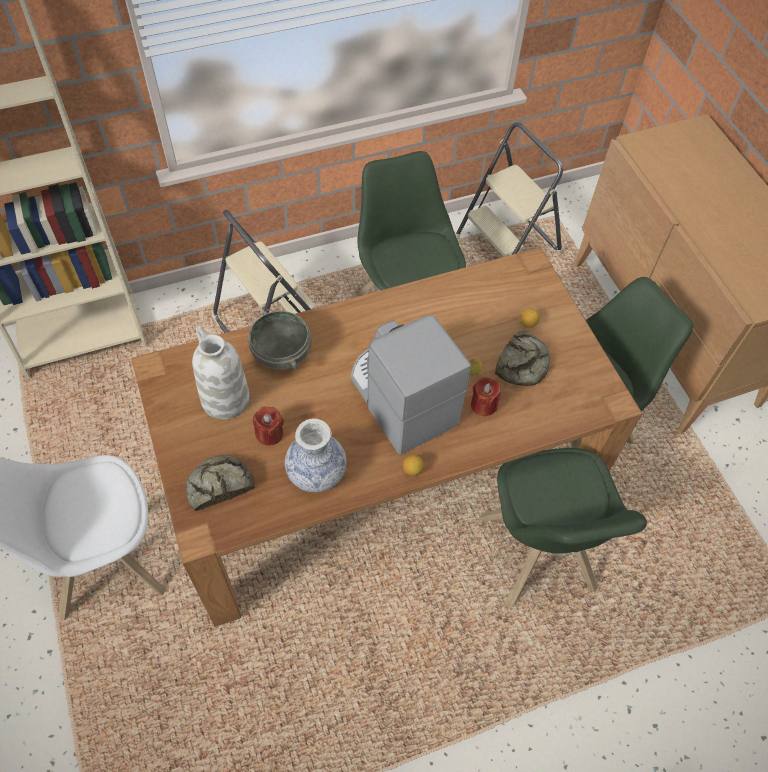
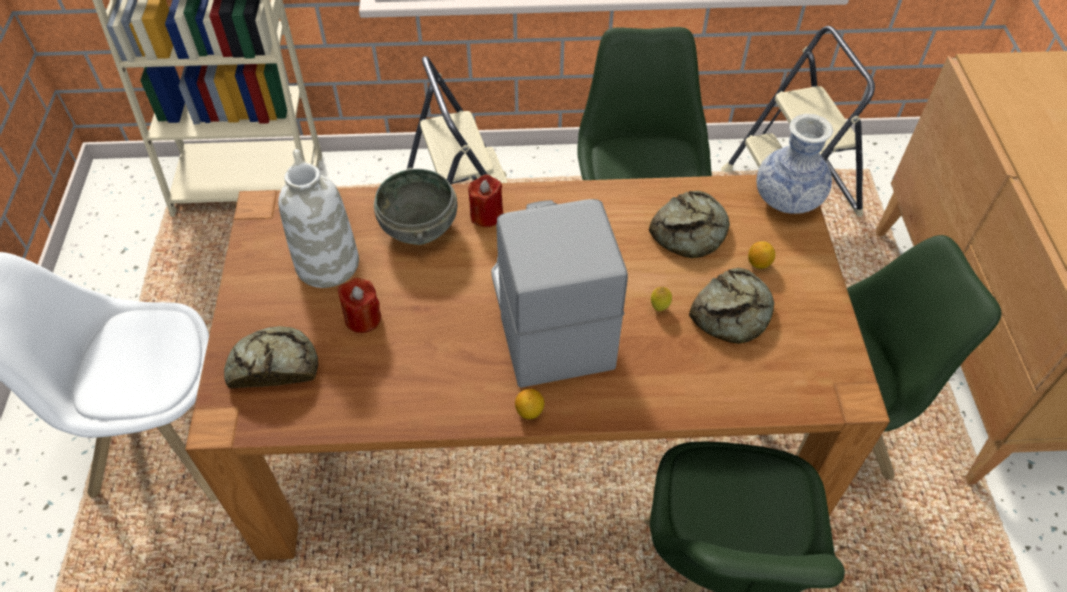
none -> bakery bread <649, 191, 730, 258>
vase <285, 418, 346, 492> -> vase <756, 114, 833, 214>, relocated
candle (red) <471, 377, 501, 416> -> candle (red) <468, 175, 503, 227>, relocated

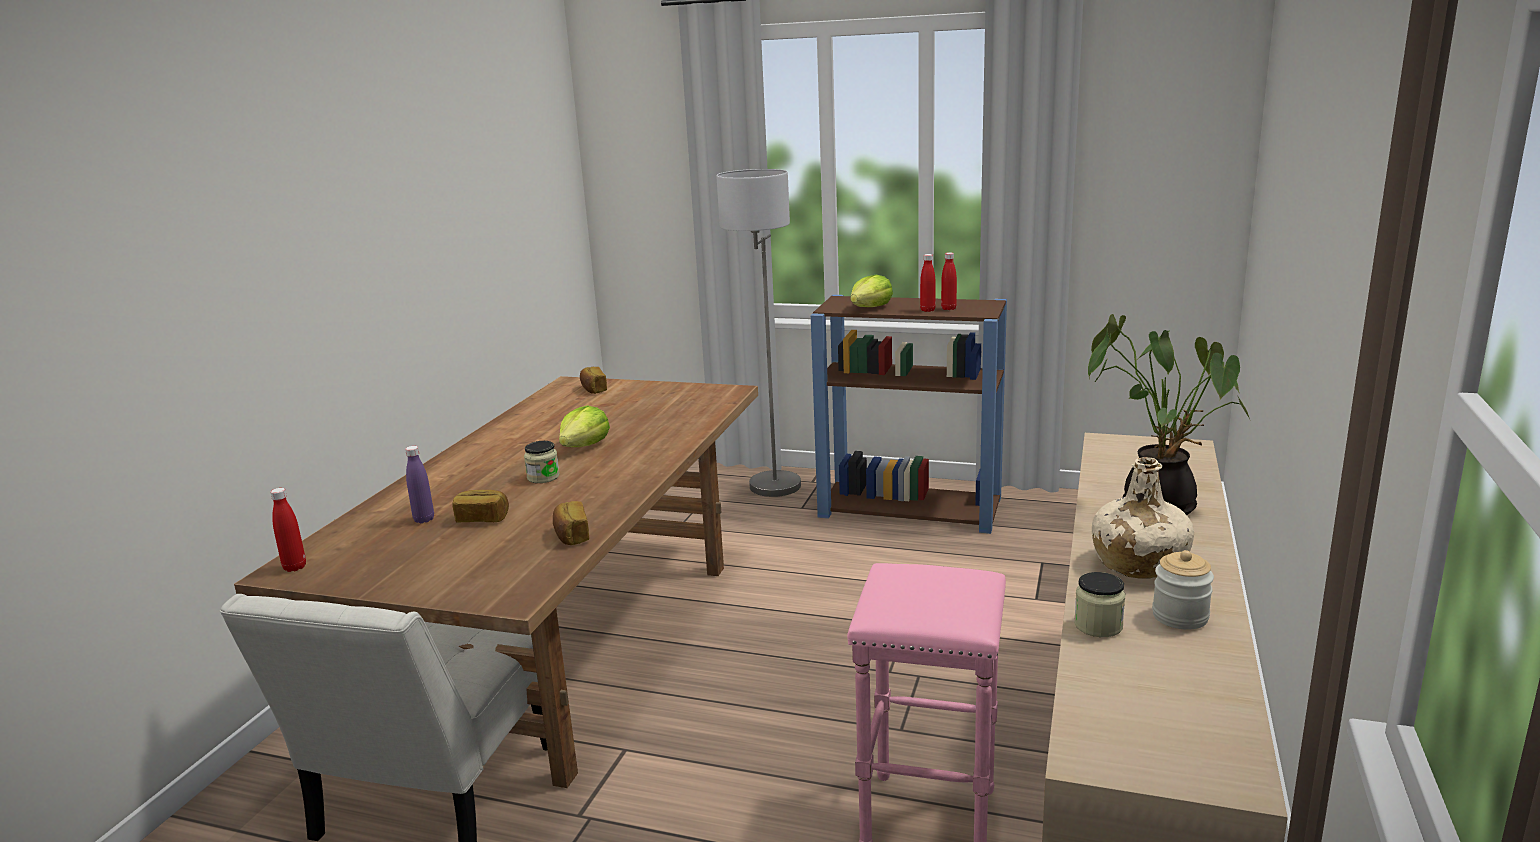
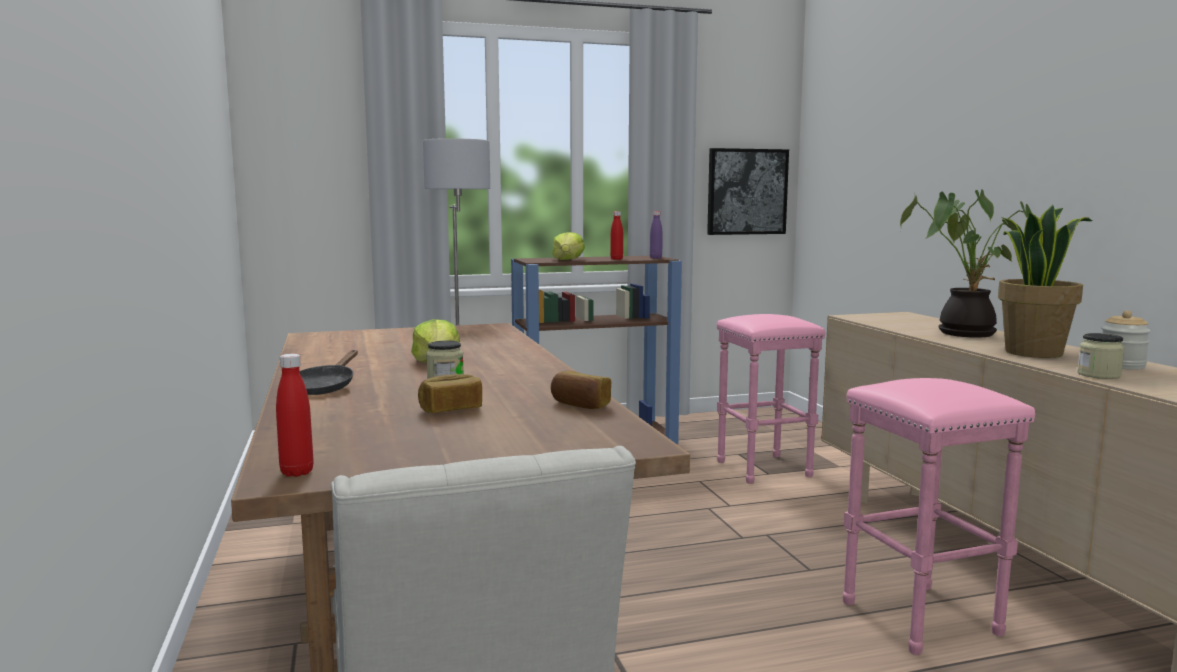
bakery bread <580, 367, 607, 394> -> none
drink bottle (red) <941, 252, 957, 310> -> none
none -> skillet (blackish) <300, 350, 358, 395>
none -> wall art <707, 148, 789, 235>
none -> stool (pink) <717, 314, 825, 484>
drink bottle (purple-coloured) <405, 446, 434, 523> -> drink bottle (purple-coloured) <650, 211, 663, 258>, relocated
drink bottle (sand-coloured) <1092, 457, 1194, 579> -> potted plant <998, 205, 1092, 358>

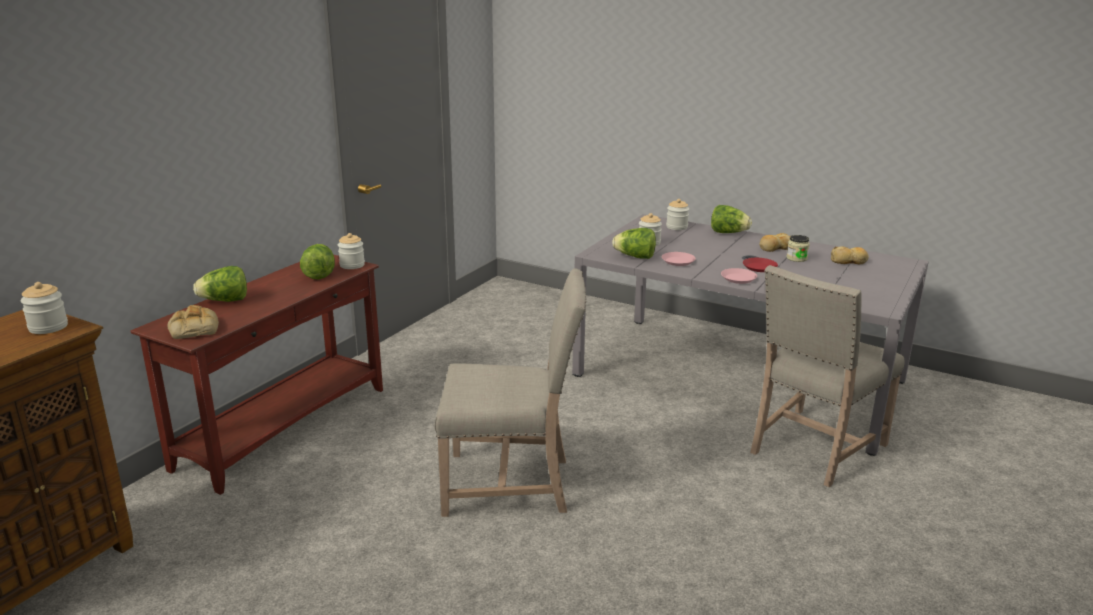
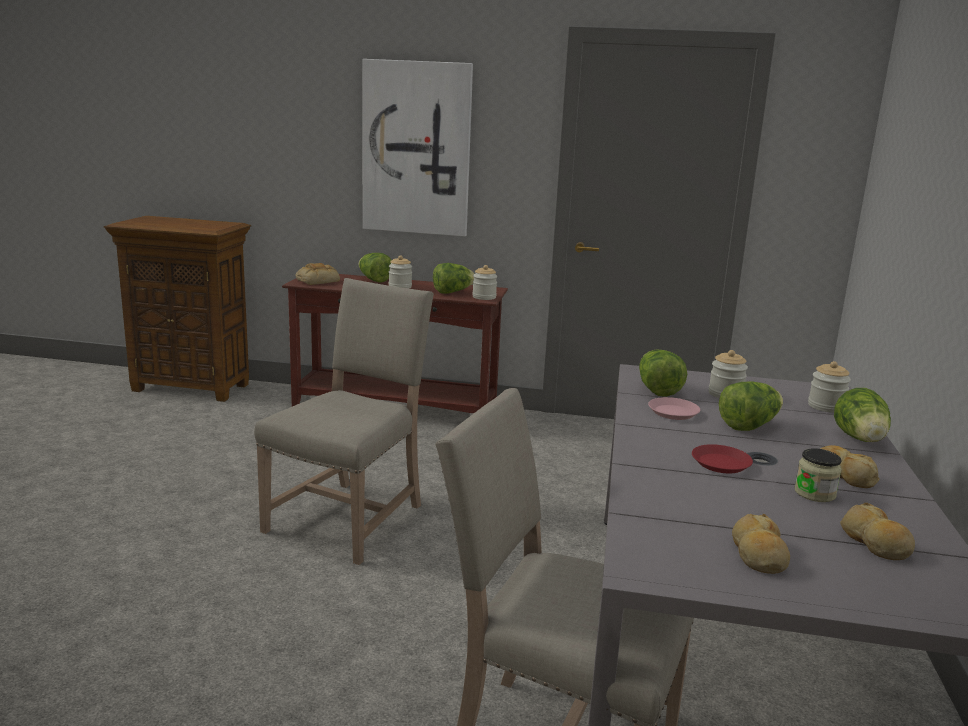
plate (pink) <721, 268, 757, 284> -> none
none -> wall art <362, 59, 473, 236>
none -> lettuce head <719, 382, 783, 431>
none -> bakery bread <732, 514, 790, 574>
storage jar <20, 282, 68, 334> -> storage jar <389, 255, 412, 289>, relocated
chair (sand-coloured) <435, 268, 586, 517> -> chair (sand-coloured) <254, 278, 434, 565>, 135 degrees counterclockwise

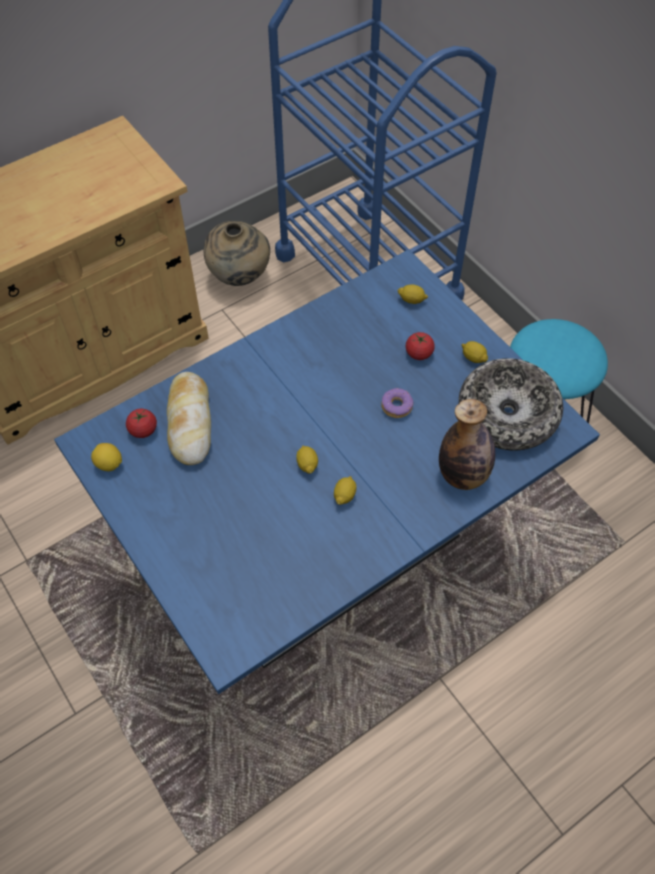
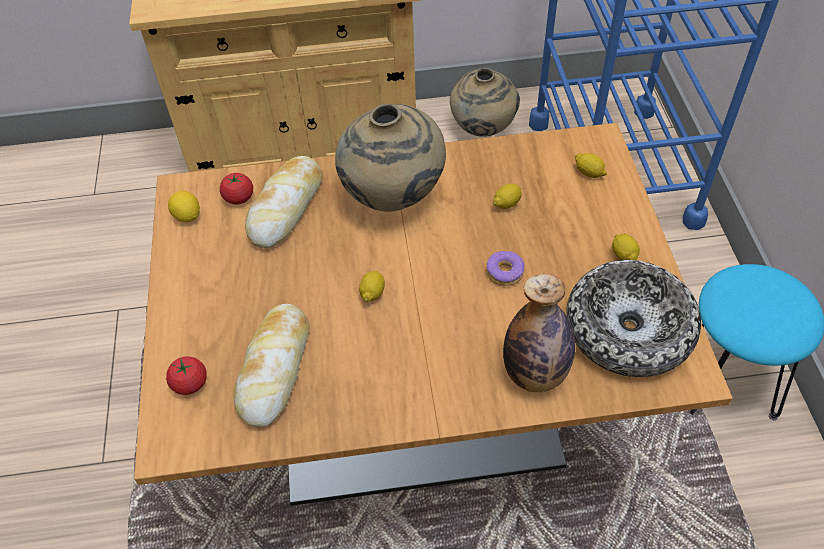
none -> bakery bread <234, 304, 310, 427>
none -> vase (sand-coloured) <335, 104, 446, 212>
lemon <334, 476, 356, 505> -> lemon <493, 184, 522, 209>, relocated
tomato <406, 332, 435, 360> -> tomato <166, 356, 207, 395>, relocated
dinner table (blue-coloured) <54, 249, 600, 694> -> dinner table (brown-coloured) <134, 123, 733, 506>

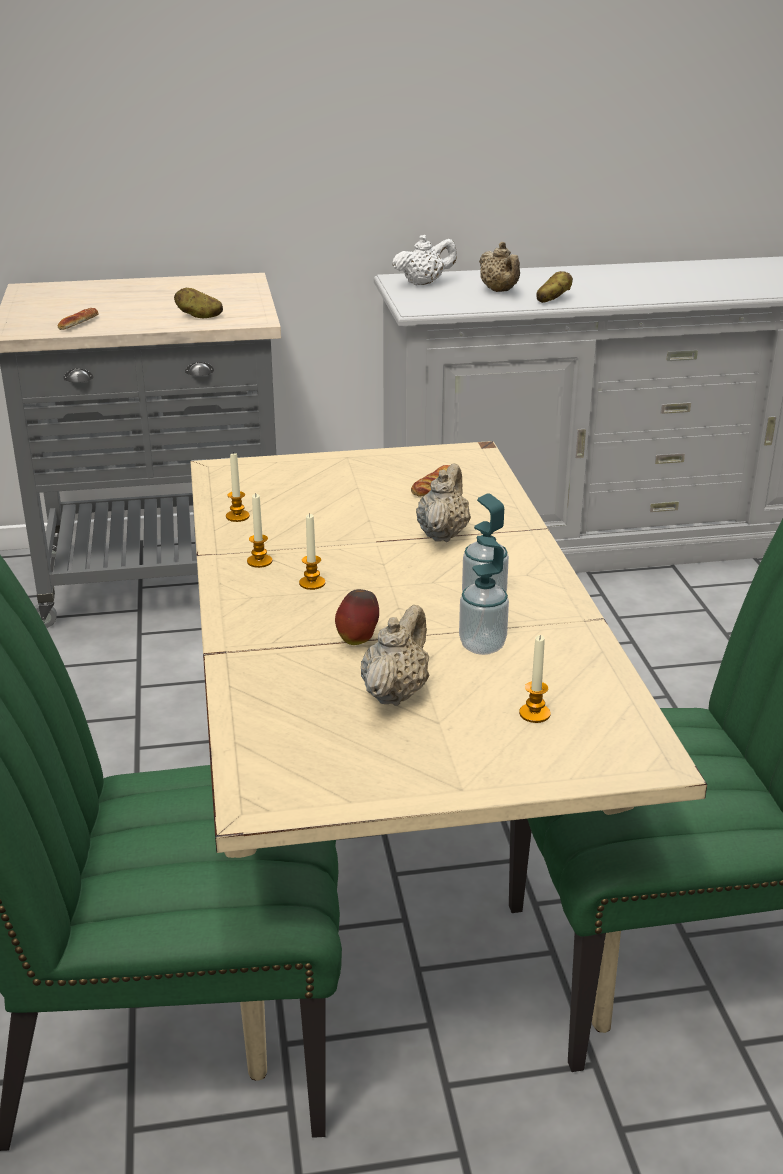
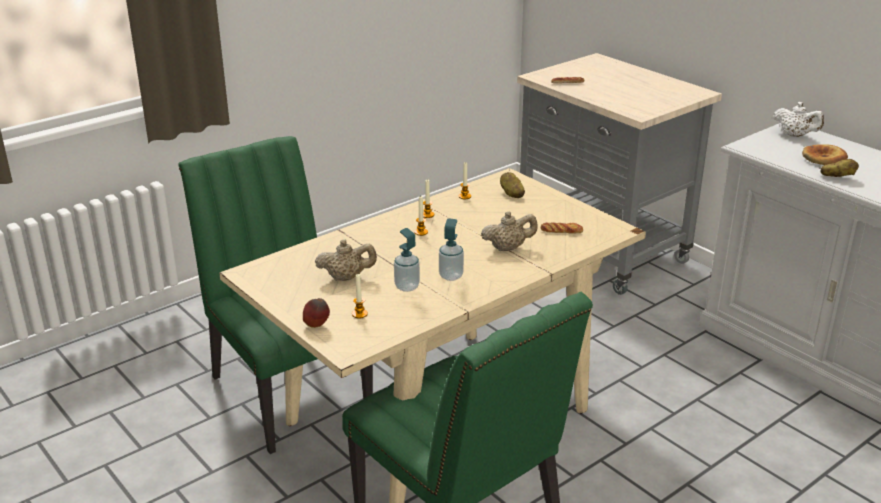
potato <174, 288, 223, 318> -> potato <500, 172, 525, 198>, relocated
whole apple <335, 589, 379, 645> -> whole apple <303, 298, 330, 328>, relocated
pot for tea (sand-coloured) <479, 242, 520, 292> -> bakery bread <802, 145, 848, 165>

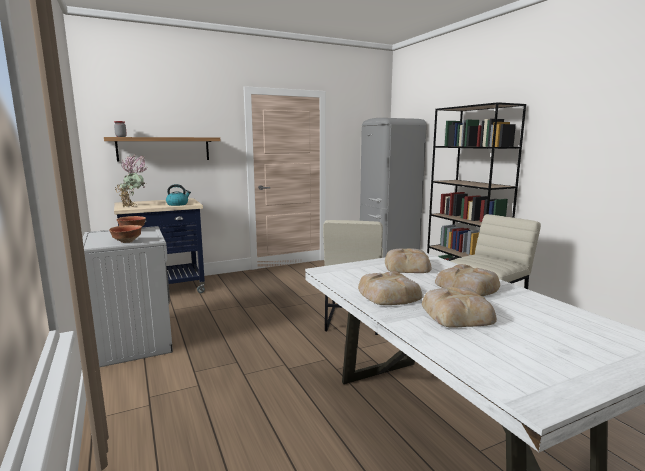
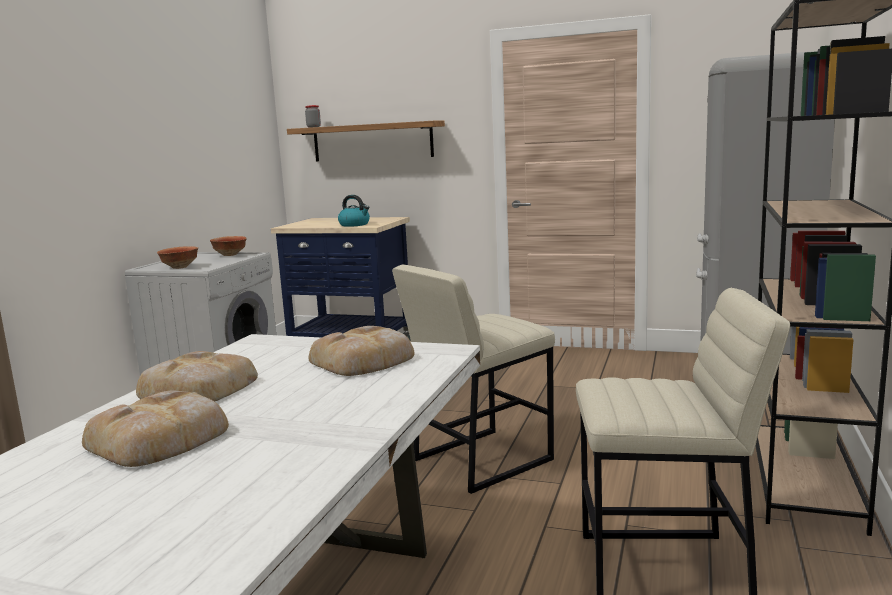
potted plant <115, 155, 148, 207> -> none
bakery bread <435, 264, 500, 296> -> none

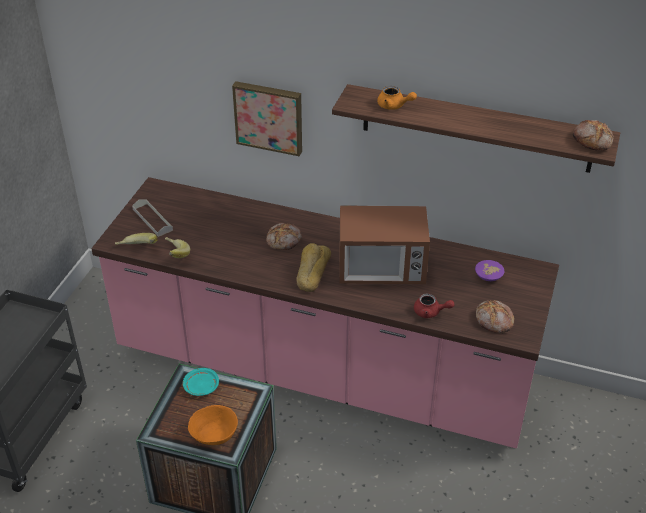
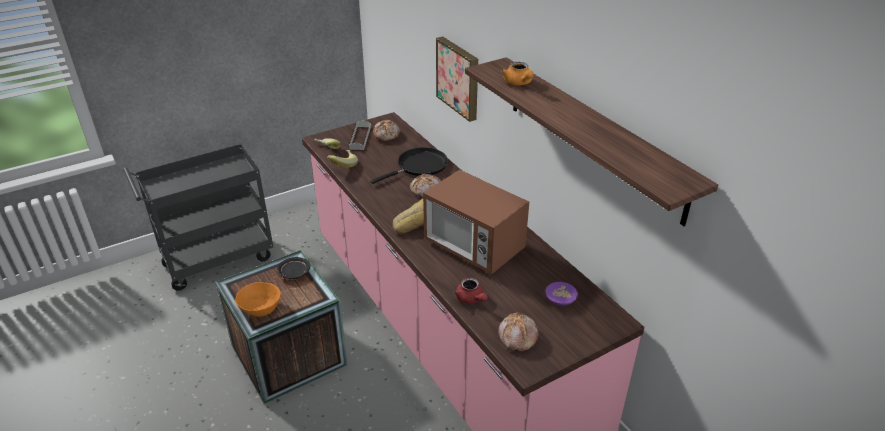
none -> skillet (blackish) <370, 147, 448, 184>
bakery bread <573, 120, 614, 151> -> bakery bread <373, 120, 400, 141>, relocated
plate (turquoise-coloured) <183, 368, 219, 396> -> plate (blackish) <277, 257, 310, 279>

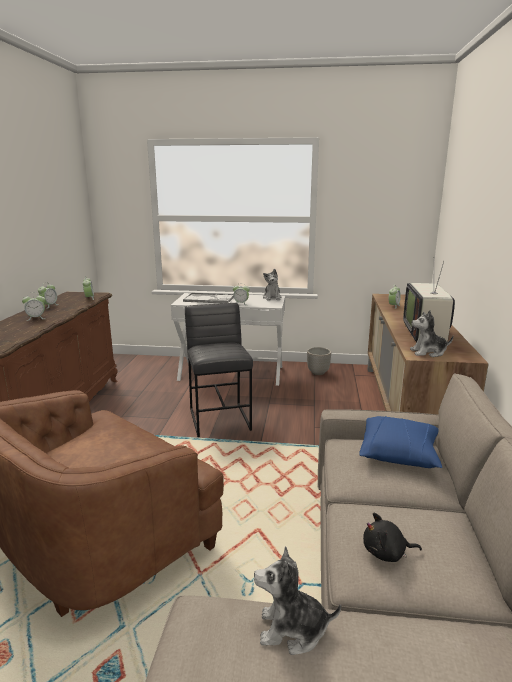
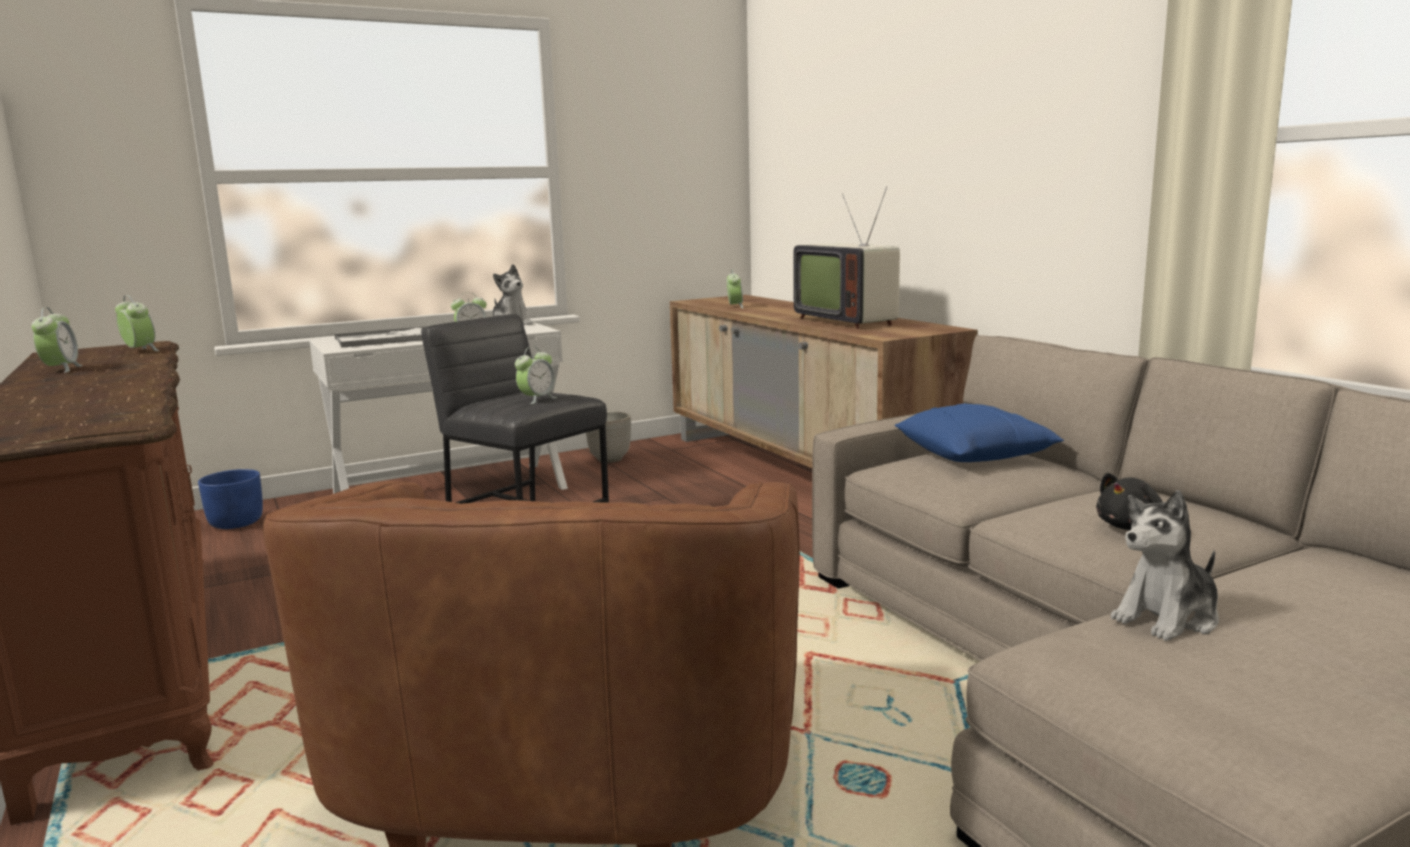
cuddly toy <410, 311, 454, 357> -> none
none -> planter (blue-coloured) <198, 469, 263, 529>
alarm clock <22, 292, 45, 321> -> alarm clock <515, 347, 557, 404>, relocated

